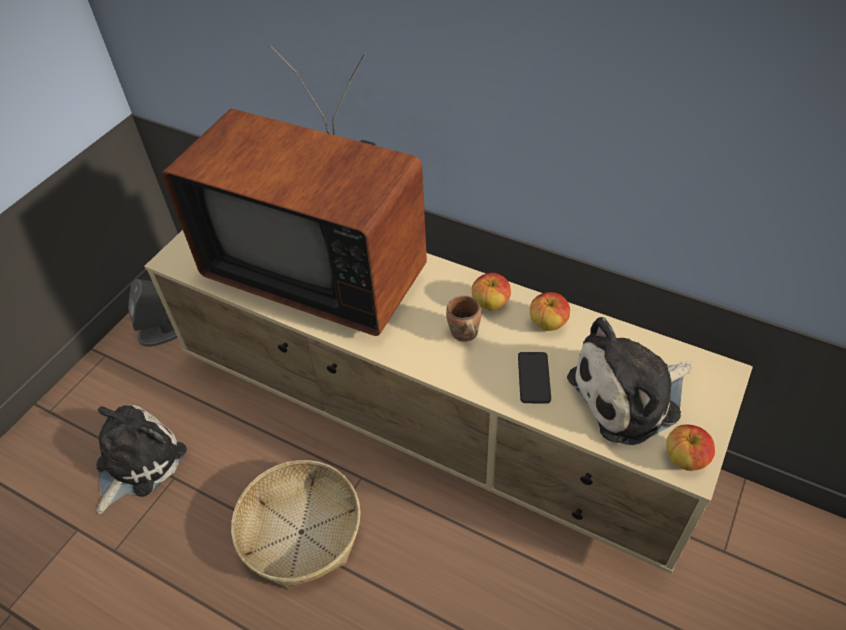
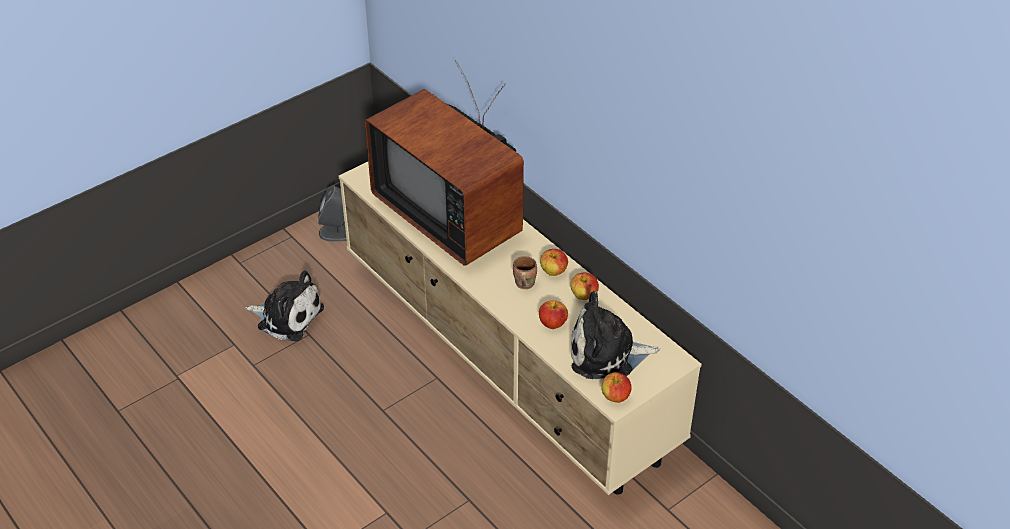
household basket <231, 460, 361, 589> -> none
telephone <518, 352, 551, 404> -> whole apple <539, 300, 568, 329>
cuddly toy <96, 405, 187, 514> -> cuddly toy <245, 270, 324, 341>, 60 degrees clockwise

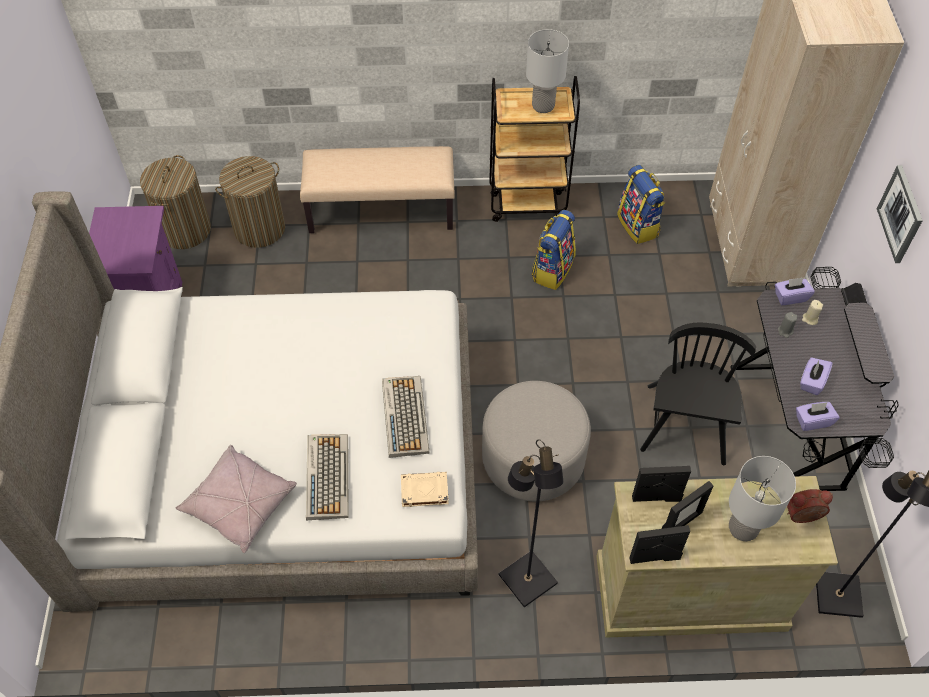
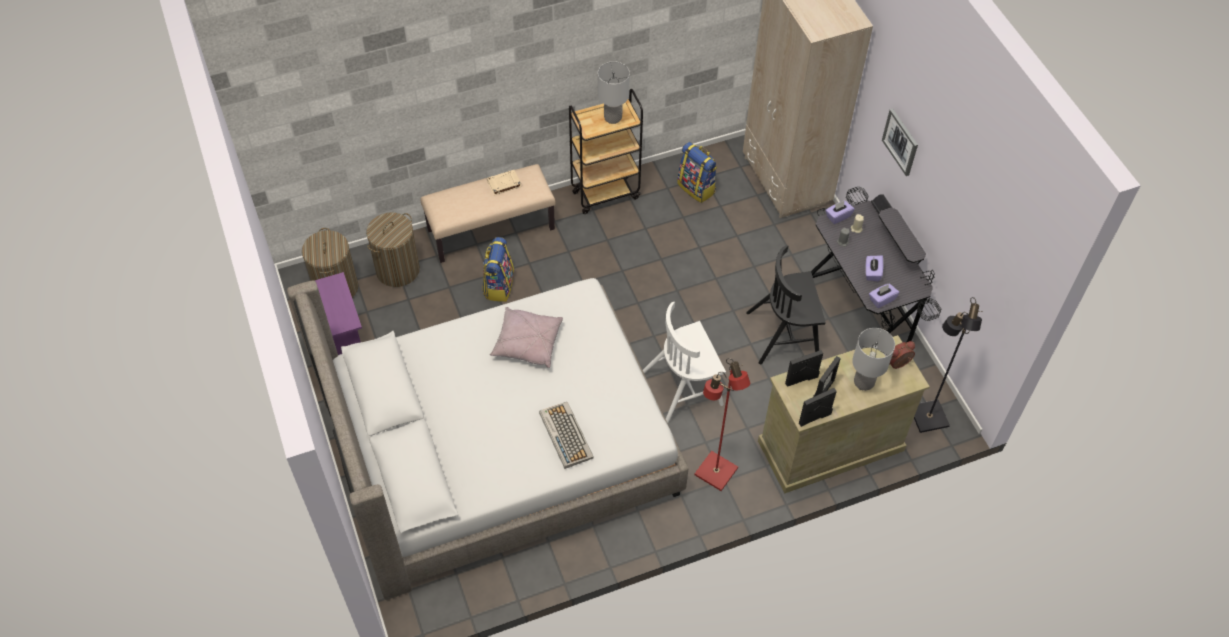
PC keyboard <382, 376, 429, 458> -> none
pillow (purple-coloured) <176, 445, 297, 553> -> pillow (purple-coloured) <490, 307, 563, 368>, relocated
volume (sand-coloured) <401, 472, 449, 507> -> volume (sand-coloured) <487, 170, 521, 195>, relocated
knapsack <532, 210, 576, 290> -> knapsack <483, 237, 514, 302>, relocated
ottoman (grey) <482, 381, 591, 501> -> chair (white) <643, 302, 726, 423>
standing lamp (blackish) <499, 439, 564, 607> -> standing lamp (red) <694, 358, 750, 491>
chair (blackish) <640, 323, 756, 465> -> chair (blackish) <746, 246, 826, 364>, 90 degrees counterclockwise

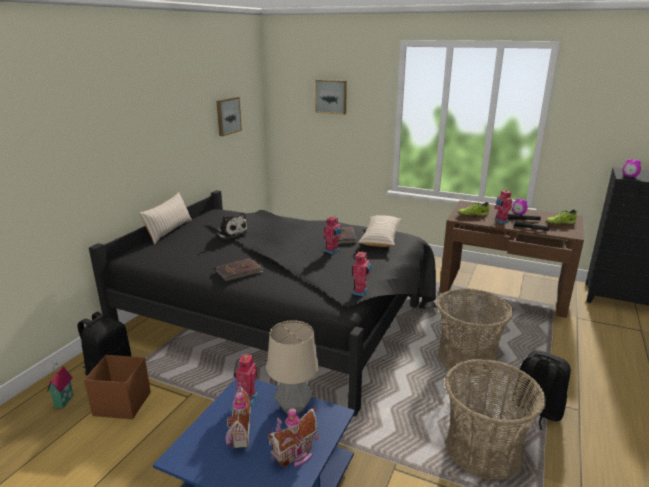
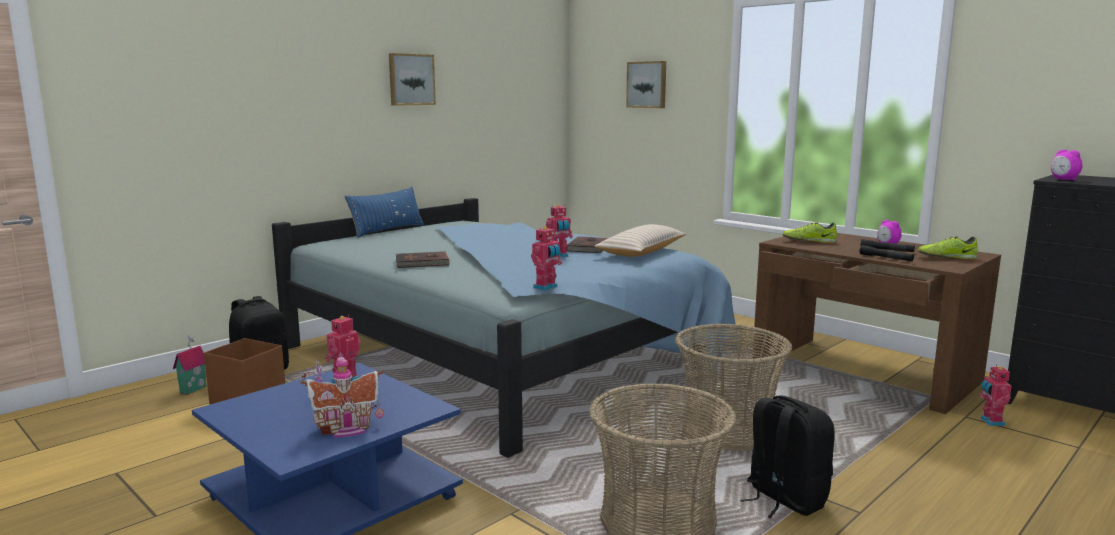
cuddly toy <216, 212, 249, 239> -> none
model house <226, 381, 251, 450> -> none
table lamp <267, 321, 318, 414> -> none
wall art <216, 97, 242, 136> -> wall art <389, 53, 436, 106>, relocated
robot figure <494, 189, 512, 224> -> robot figure <979, 364, 1011, 426>, relocated
bedroom bed (blackish) <89, 190, 437, 417> -> bedroom bed (blue-coloured) <272, 198, 740, 458>
pillow (sand-coloured) <139, 192, 192, 244> -> pillow (blue-coloured) <344, 187, 424, 238>

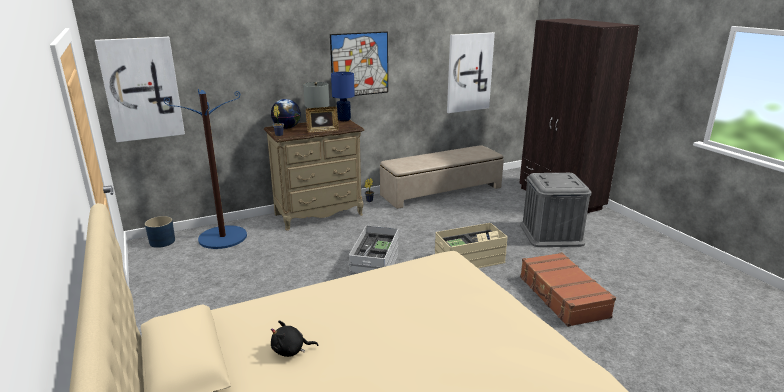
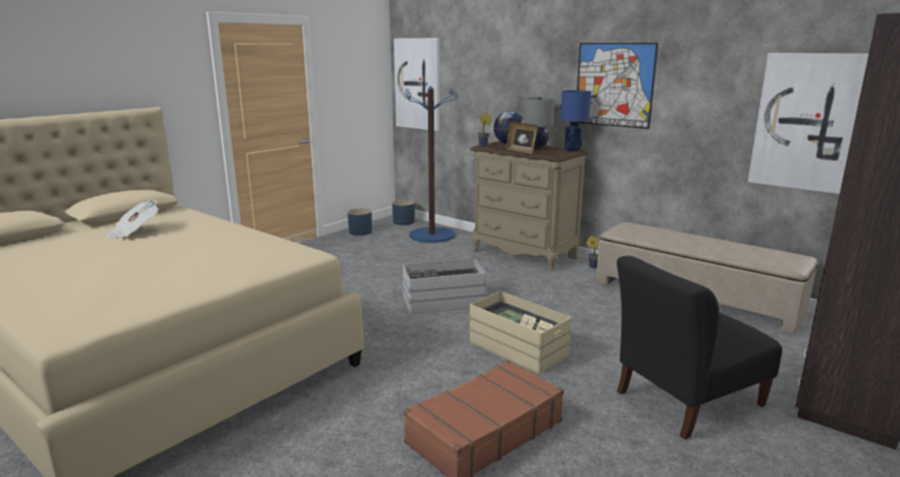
none -> planter (blue-coloured) <347, 208, 372, 236>
cuddly toy (blackish) <271, 320, 318, 357> -> printed paper <106, 200, 158, 238>
storage box (grey) <520, 173, 592, 247> -> chair (blackish) <617, 256, 782, 440>

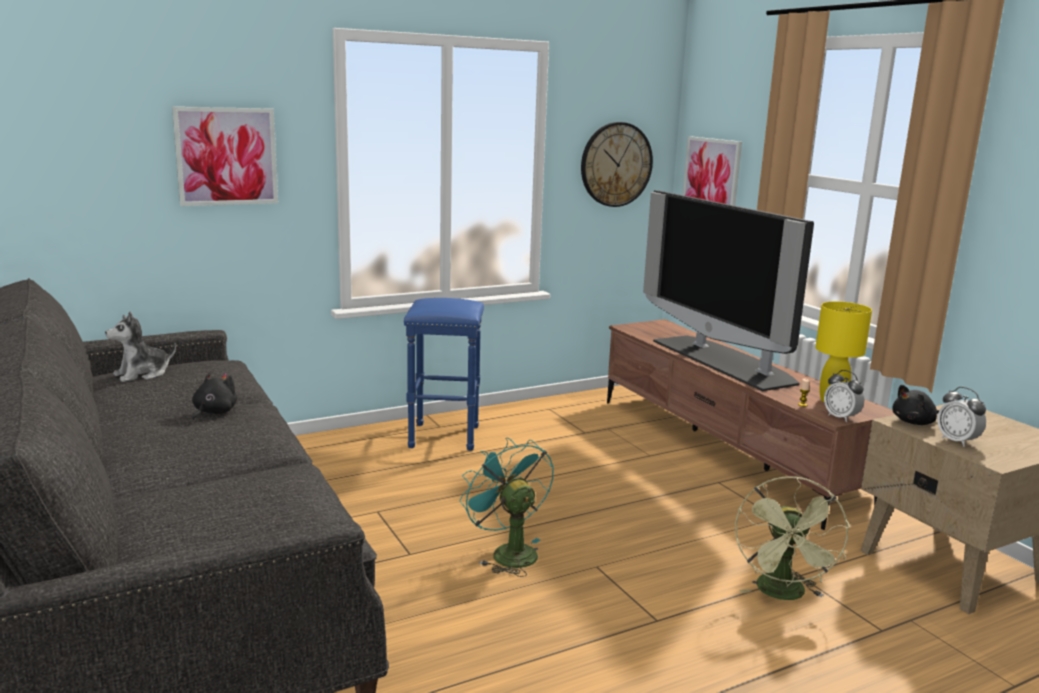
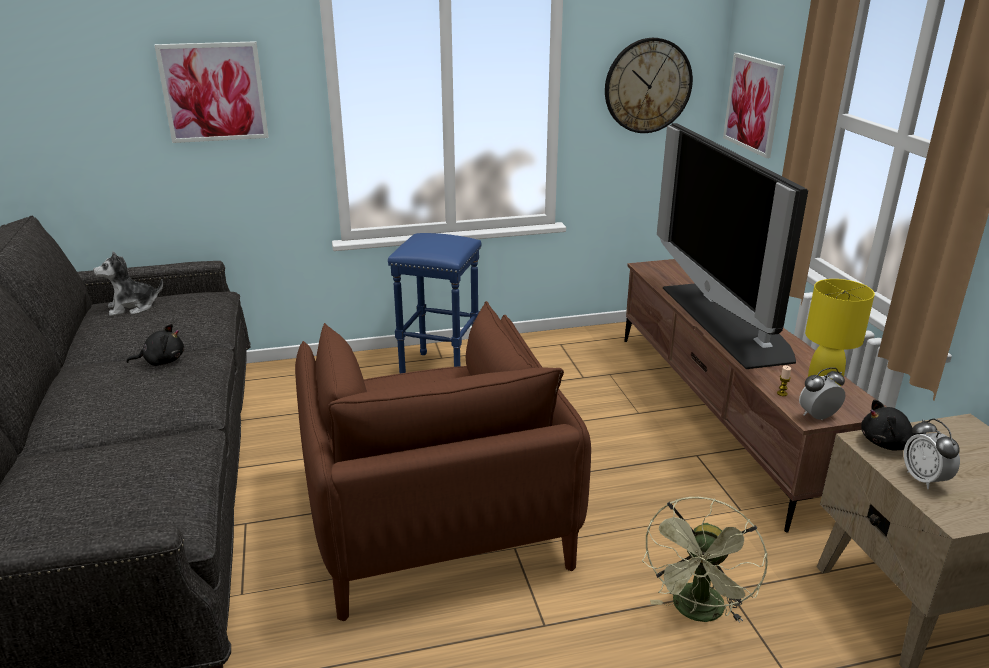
electric fan (turquoise-coloured) <459, 438, 554, 577> -> lounge chair (brown-coloured) <295, 301, 591, 621>
cuddly toy (blackish) <192, 372, 237, 422> -> cuddly toy (blackish) <126, 324, 184, 366>, 45 degrees clockwise
alarm clock <824, 370, 864, 422> -> alarm clock <799, 367, 845, 420>, 90 degrees clockwise

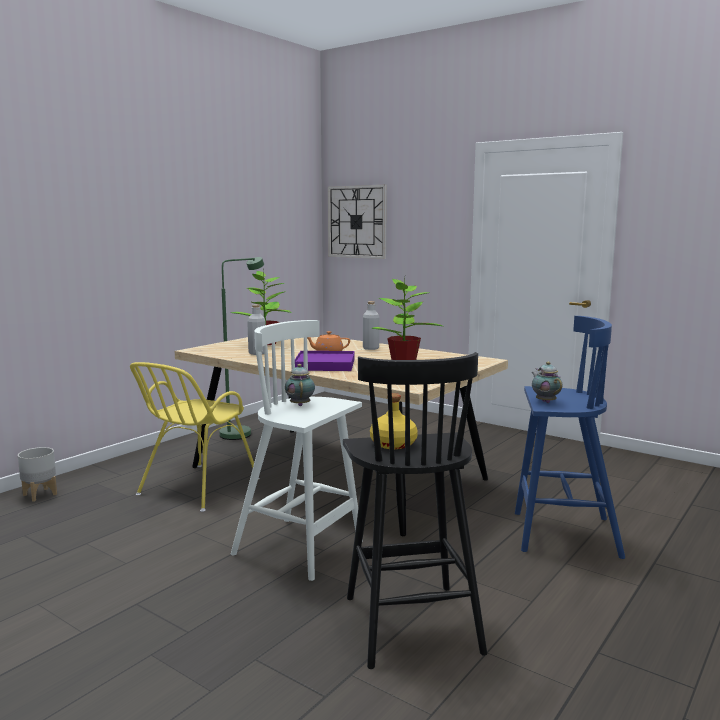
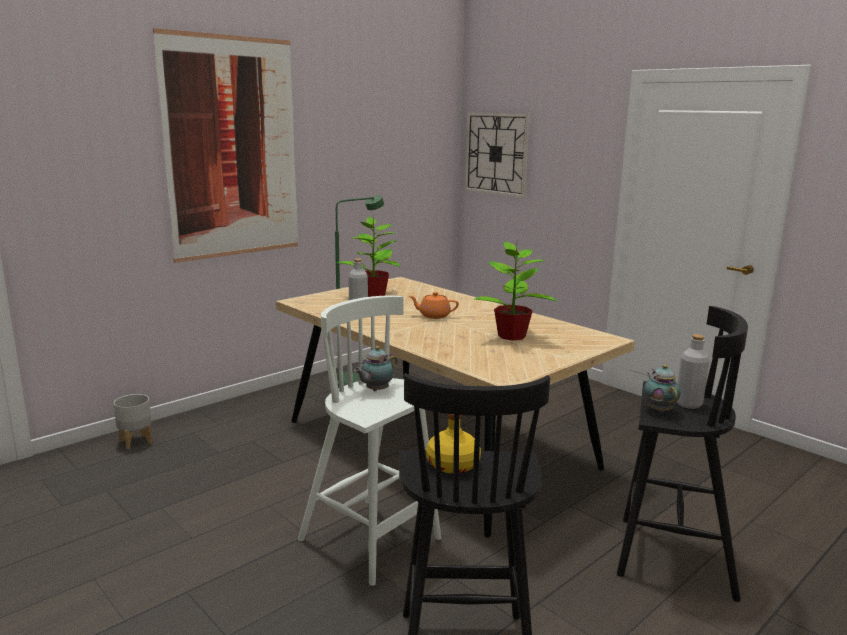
chair (yellow-coloured) <130, 362, 260, 512> -> none
carrying tray (purple-coloured) <295, 351, 355, 371> -> none
none -> wall art <153, 28, 298, 263>
drink bottle (grey) <363, 301, 380, 350> -> drink bottle (grey) <677, 334, 709, 409>, relocated
stool (blue-coloured) <515, 316, 625, 559> -> stool (blackish) <617, 306, 748, 602>
pot for tea <285, 364, 315, 406> -> pot for tea <354, 346, 398, 391>, 135 degrees counterclockwise

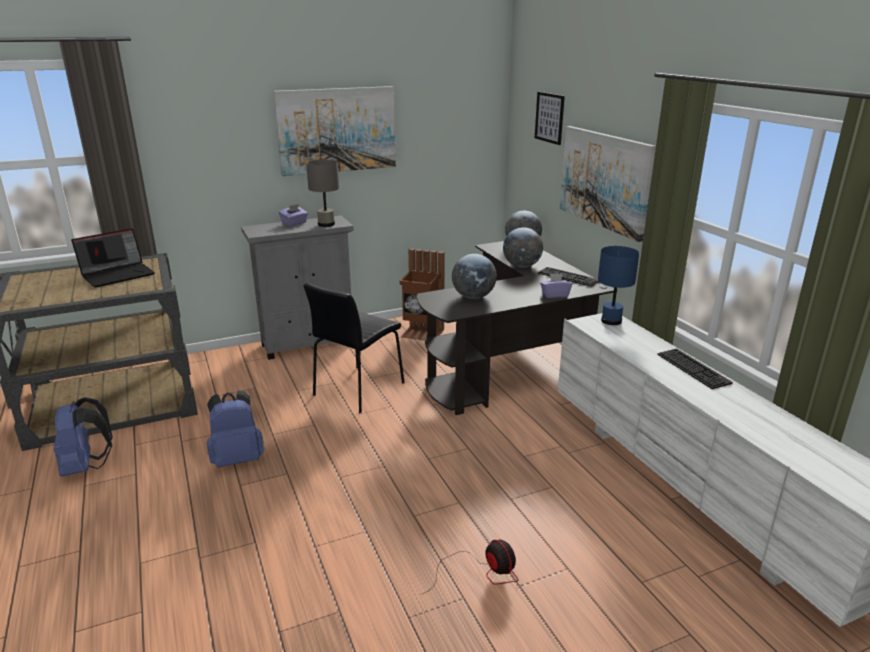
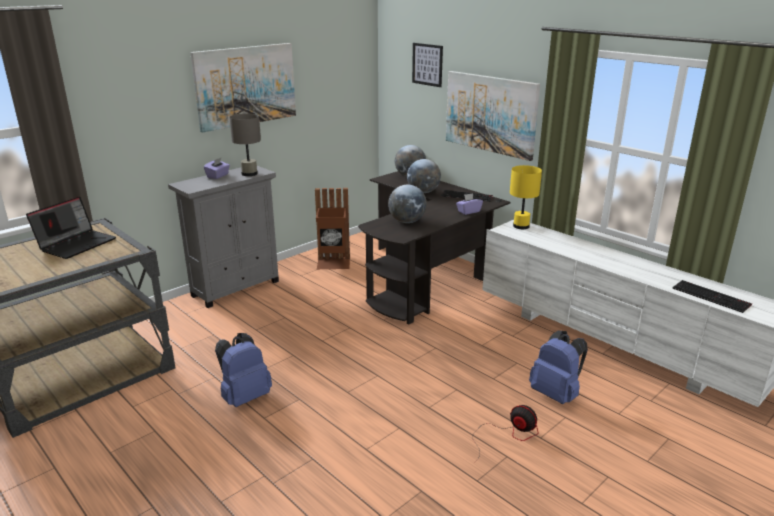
chair (blackish) <304, 283, 405, 413> -> none
knapsack (blue-coloured) <54, 397, 113, 476> -> knapsack (blue-coloured) <529, 331, 588, 404>, relocated
PC keyboard <657, 348, 733, 389> -> PC keyboard <672, 280, 752, 313>, relocated
table lamp (blue-coloured) <598, 246, 639, 325> -> table lamp (yellow-coloured) <510, 165, 542, 229>

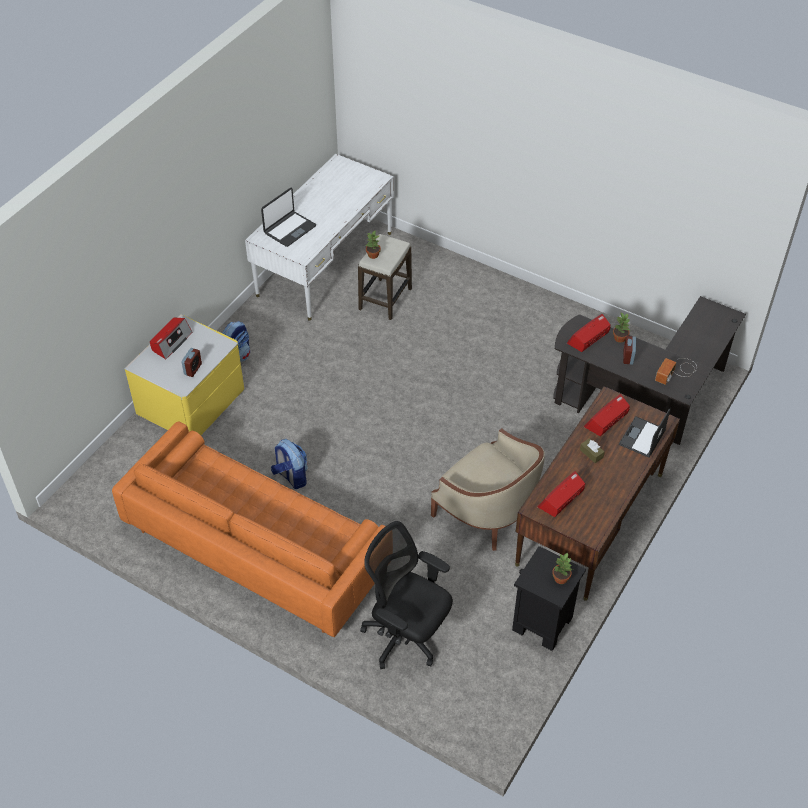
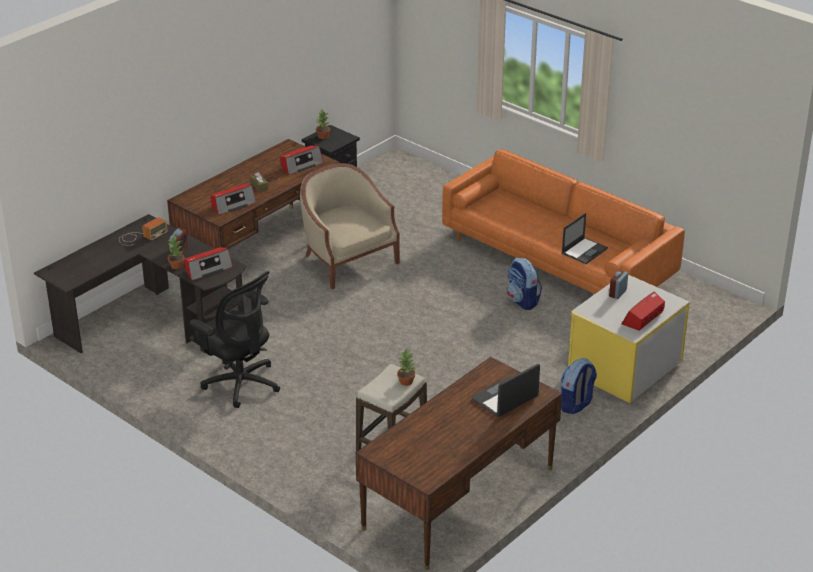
office chair (blackish) <360, 521, 453, 669> -> office chair (blackish) <189, 271, 280, 408>, relocated
portable computer <619, 408, 671, 458> -> portable computer <561, 213, 608, 264>, relocated
desk table (white) <245, 154, 394, 321> -> desk table (brown-coloured) <356, 357, 562, 570>

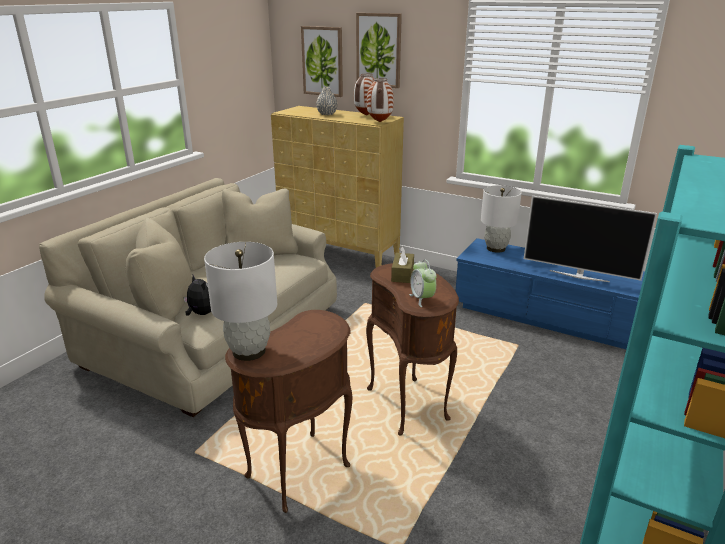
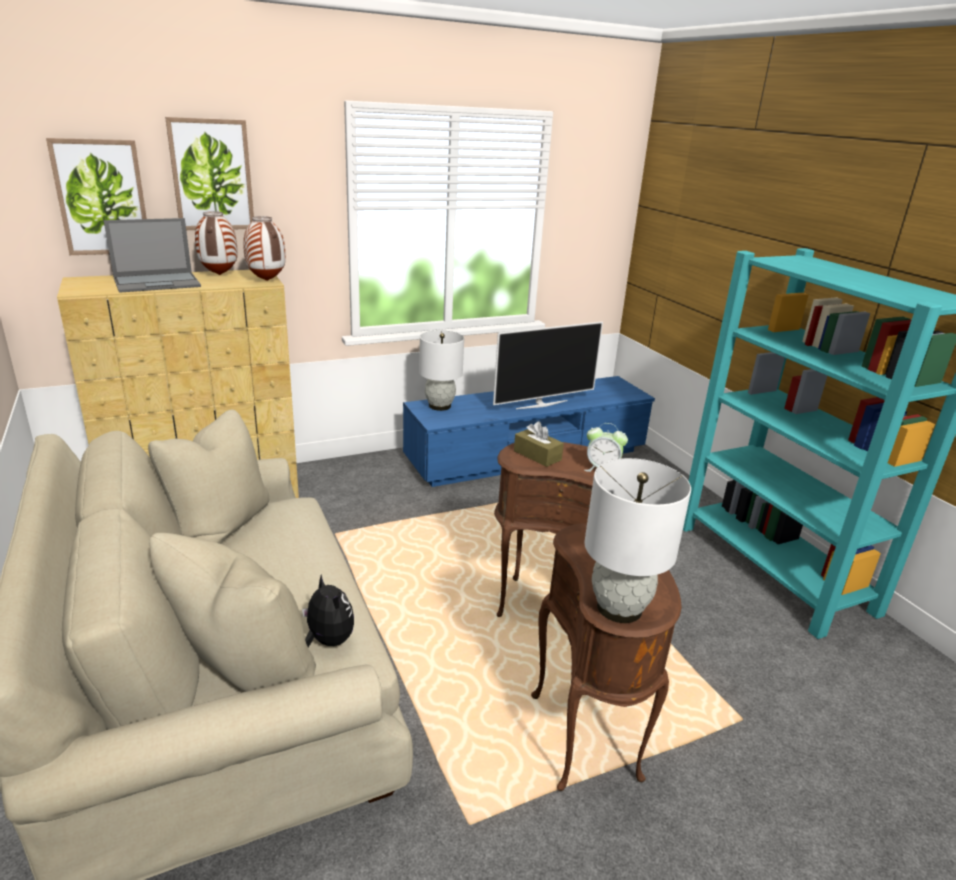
vase (grey) <316, 87, 337, 115> -> portable computer <104, 218, 201, 293>
cuddly toy <184, 275, 211, 315> -> cuddly toy <302, 574, 354, 647>, 60 degrees clockwise

